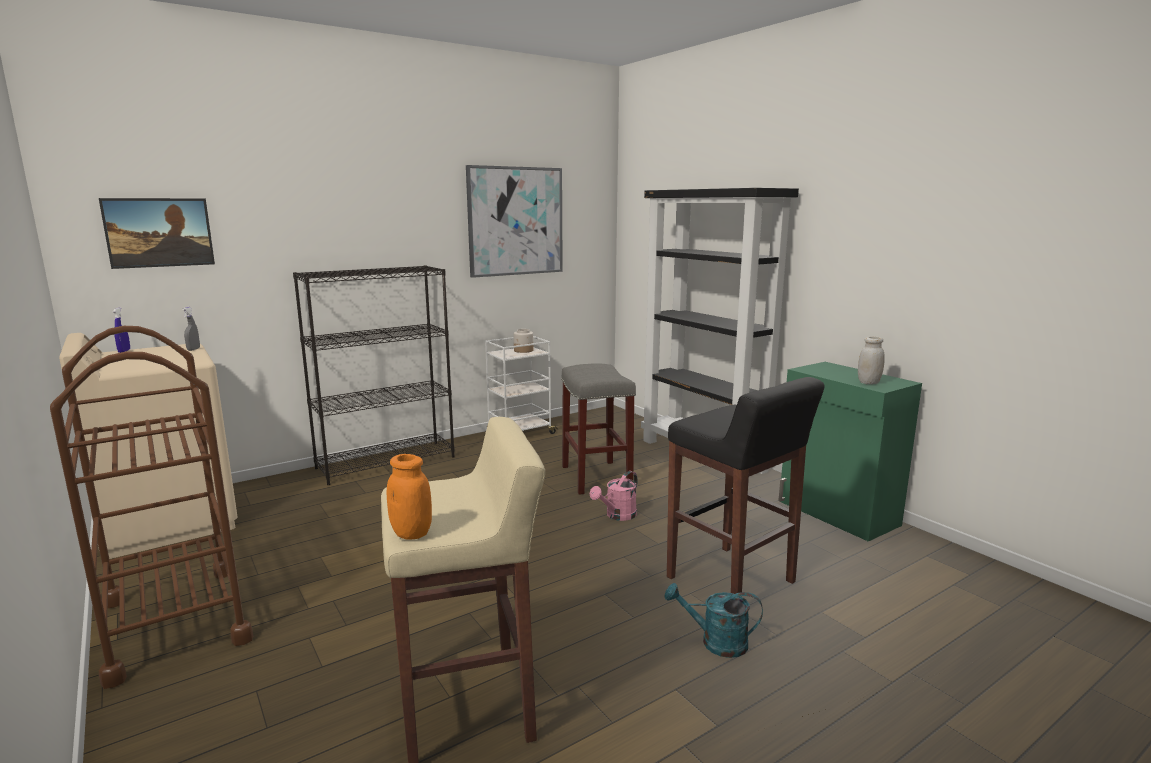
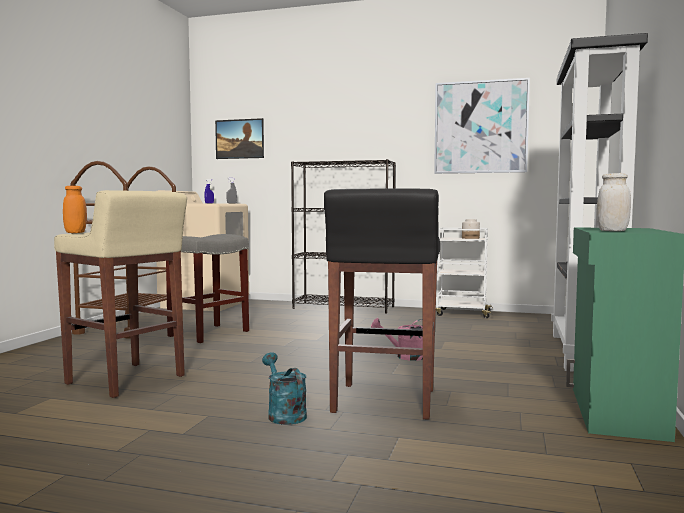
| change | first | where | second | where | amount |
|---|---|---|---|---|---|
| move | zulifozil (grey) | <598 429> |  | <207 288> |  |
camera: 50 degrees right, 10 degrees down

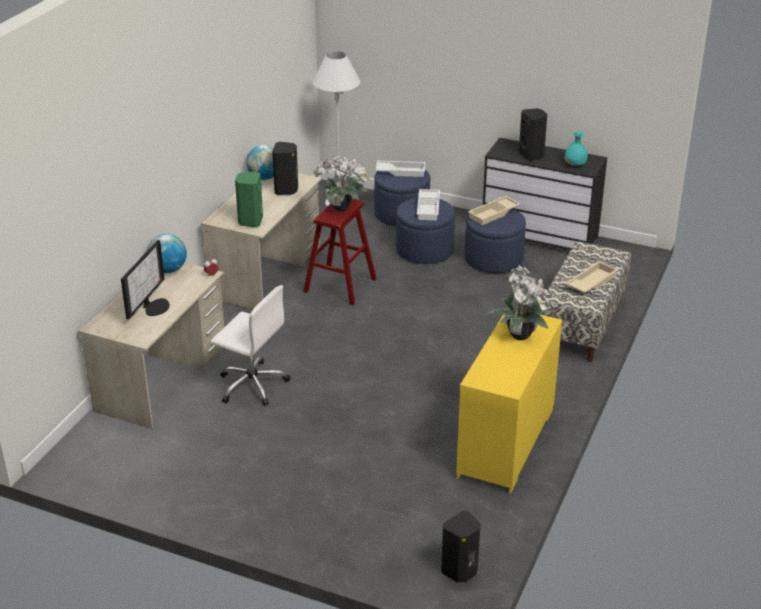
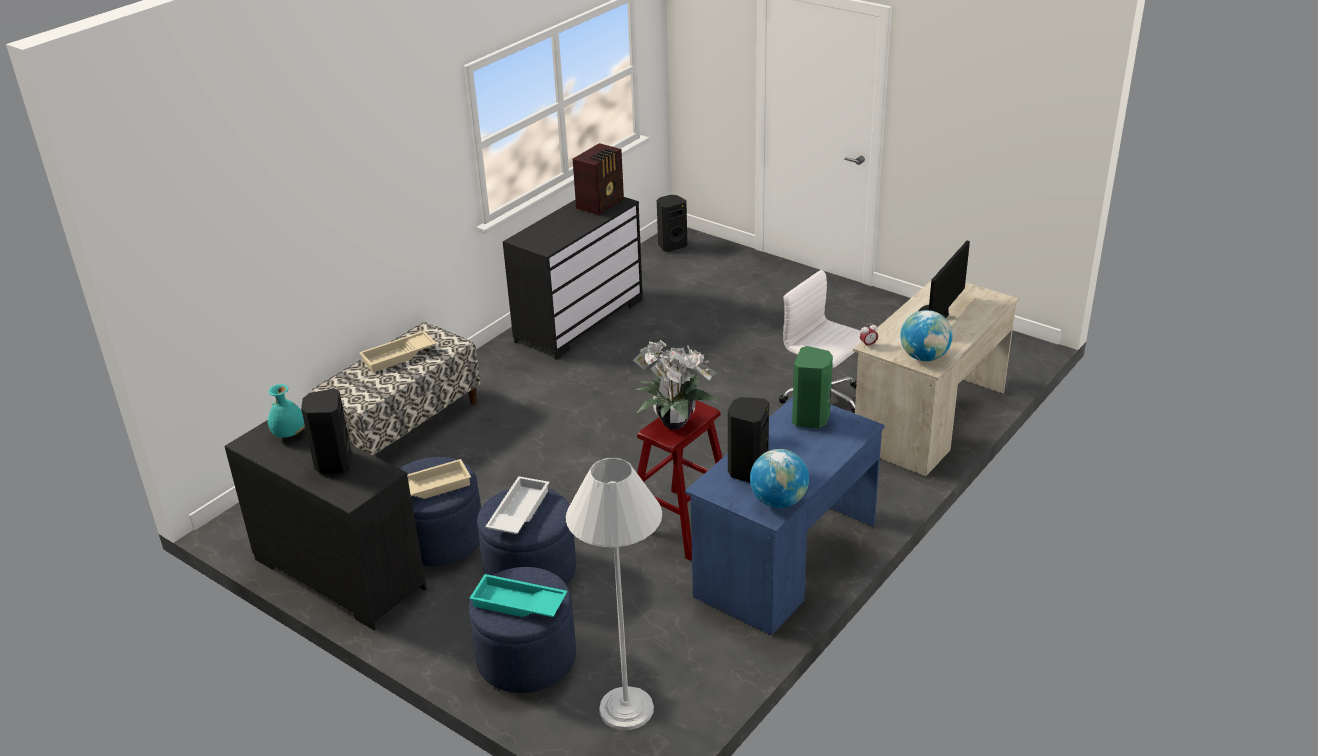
| change | first | where | second | where | amount |
|---|---|---|---|---|---|
| recolor | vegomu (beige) | <261 241> | vegomu (blue) | <785 516> |  |
| recolor | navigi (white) | <401 169> | navigi (turquoise) | <518 595> |  |
| recolor | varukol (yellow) | <509 403> | varukol (black) | <573 278> |  |
| delete | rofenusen | <520 303> |  |  |  |
| insert |  |  | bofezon | <598 179> |  |
camera: 165 degrees left, 0 degrees up

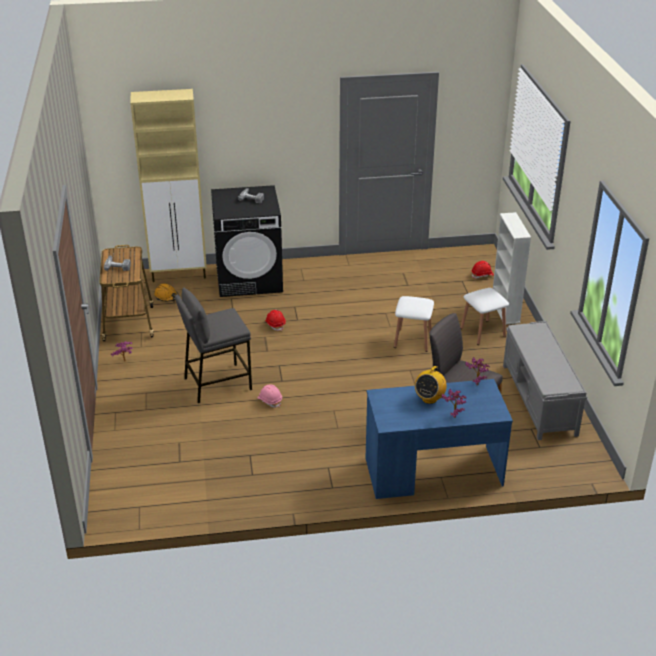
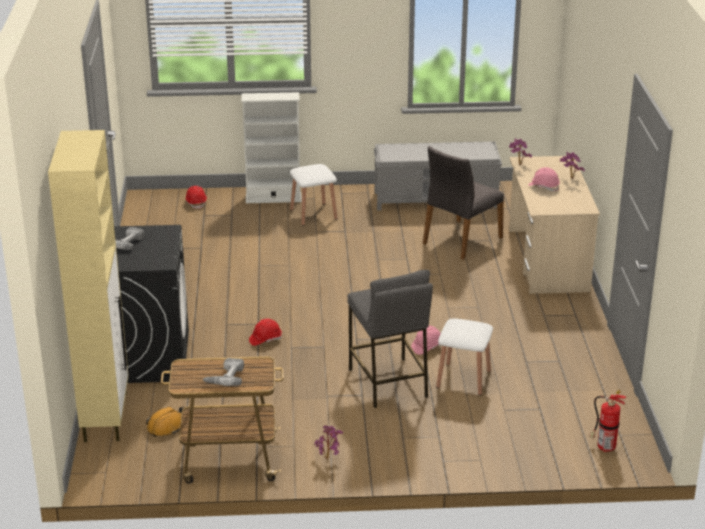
| change | first | where | second | where | amount |
|---|---|---|---|---|---|
| recolor | vegomu (blue) | <439 439> | vegomu (beige) | <554 225> |  |
| move | zulifozil (white) | <414 324> |  | <464 357> |  |
| replace | bofezon | <431 385> | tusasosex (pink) | <544 179> |  |
| insert |  |  | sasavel | <607 421> |  |
camera: 85 degrees left, 5 degrees down

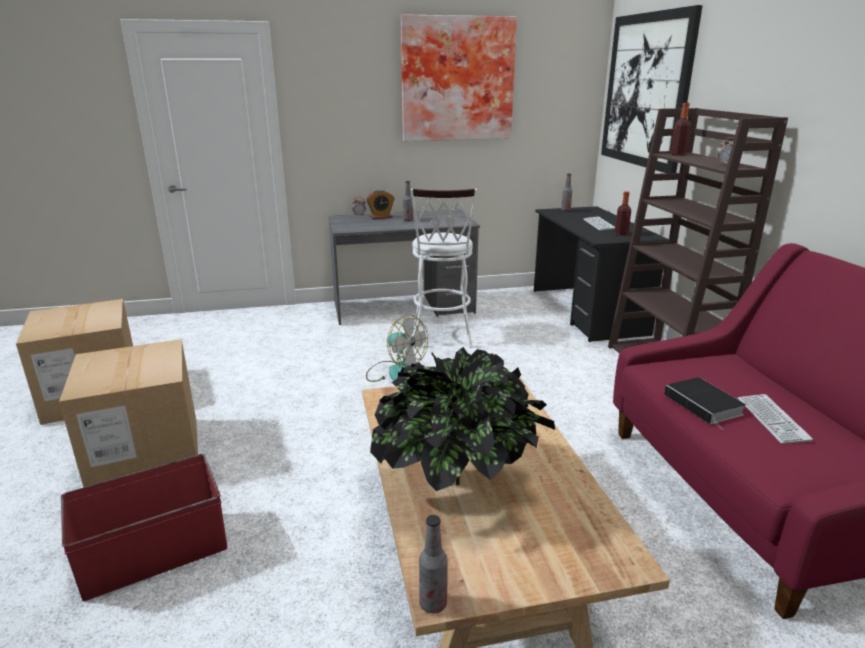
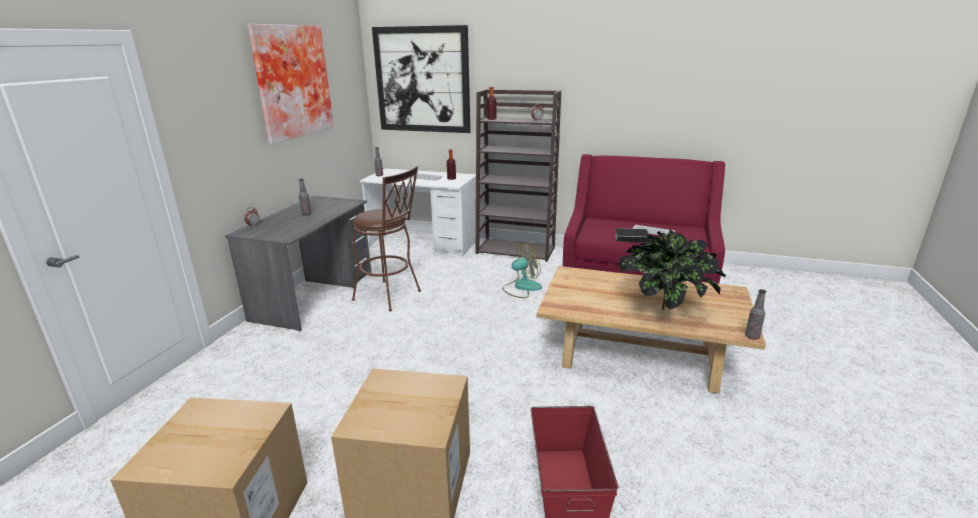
| change | first | where | second | where | amount |
|---|---|---|---|---|---|
| delete | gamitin | <380 204> |  |  |  |
| move | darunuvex | <397 348> |  | <522 270> |  |
| recolor | zulifozil (white) | <444 268> | zulifozil (brown) | <386 239> |  |
| recolor | vegomu (black) | <601 274> | vegomu (white) | <418 212> |  |
camera: 60 degrees left, 0 degrees up

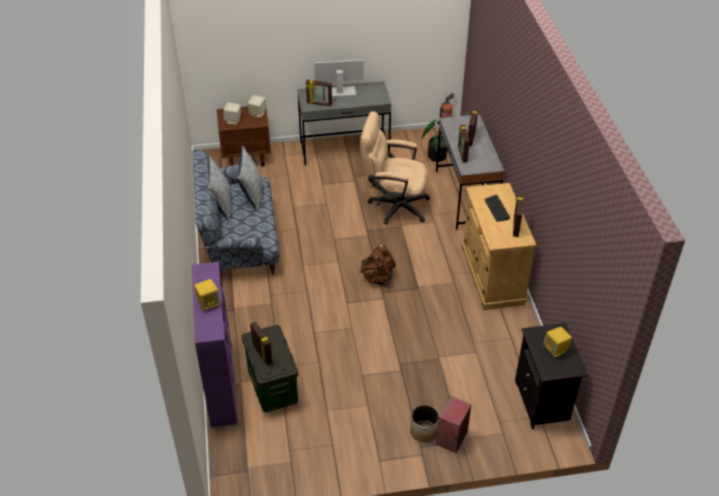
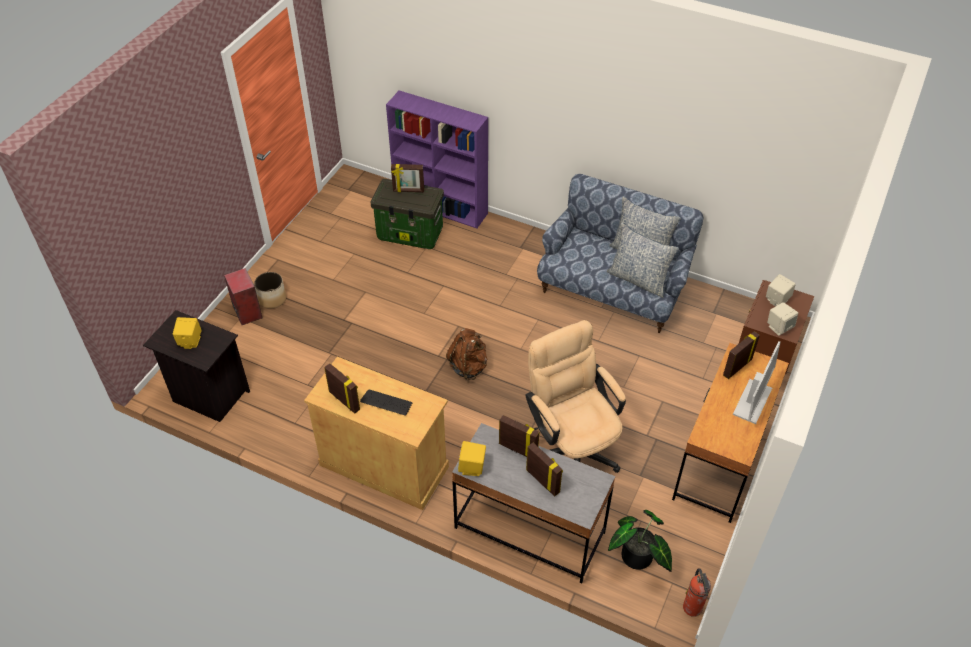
| change | first | where | second | where | amount |
|---|---|---|---|---|---|
| move | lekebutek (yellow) | <207 294> |  | <472 458> |  |
| recolor | vegomu (grey) | <344 123> | vegomu (brown) | <730 433> |  |
| rotate | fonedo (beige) | <395 167> |  | <575 396> | 75 degrees counterclockwise |
camera: 125 degrees right, 5 degrees up

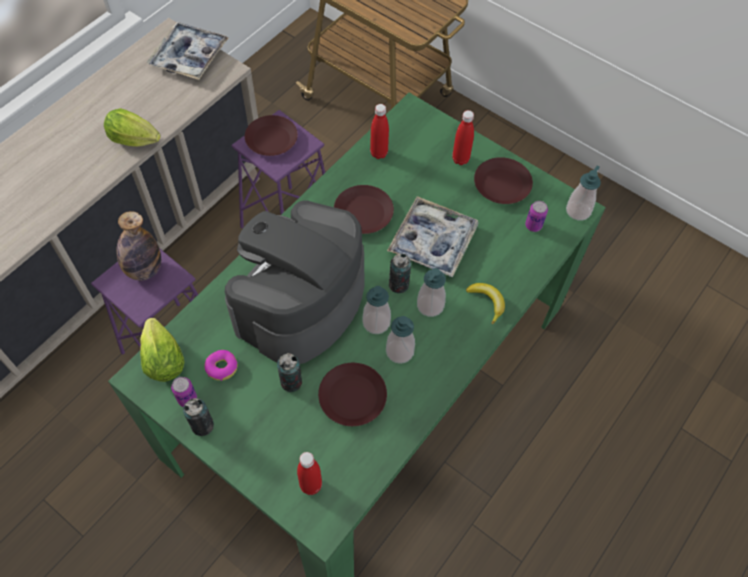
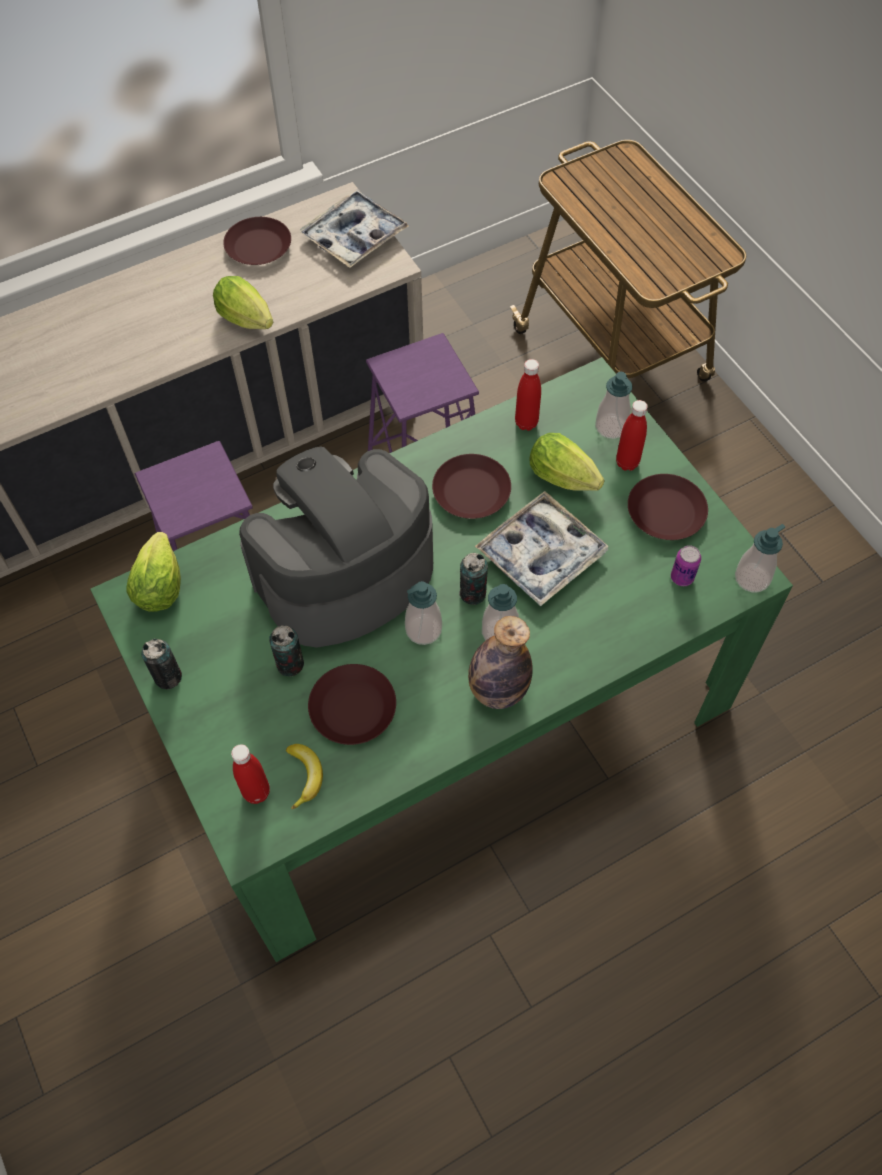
| change | first | where | second | where | amount |
|---|---|---|---|---|---|
| move | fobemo | <138 246> |  | <500 662> |  |
| delete | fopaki | <184 392> |  |  |  |
| delete | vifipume | <221 365> |  |  |  |
| move | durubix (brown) | <271 135> |  | <257 241> |  |
| move | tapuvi | <400 340> |  | <613 405> |  |
| move | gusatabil | <485 303> |  | <304 776> |  |
| insert |  |  | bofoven | <567 462> |  |
camera: 25 degrees right, 0 degrees up

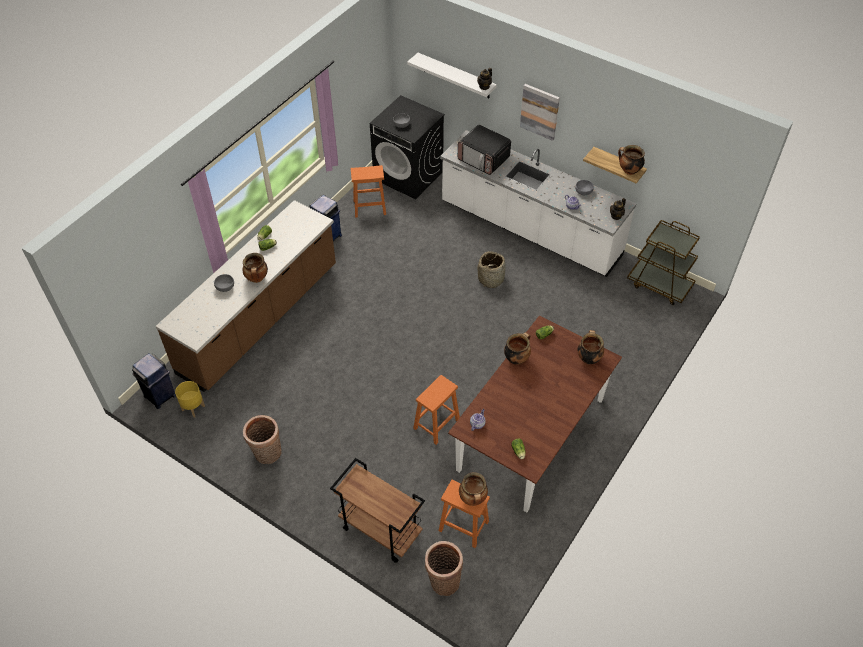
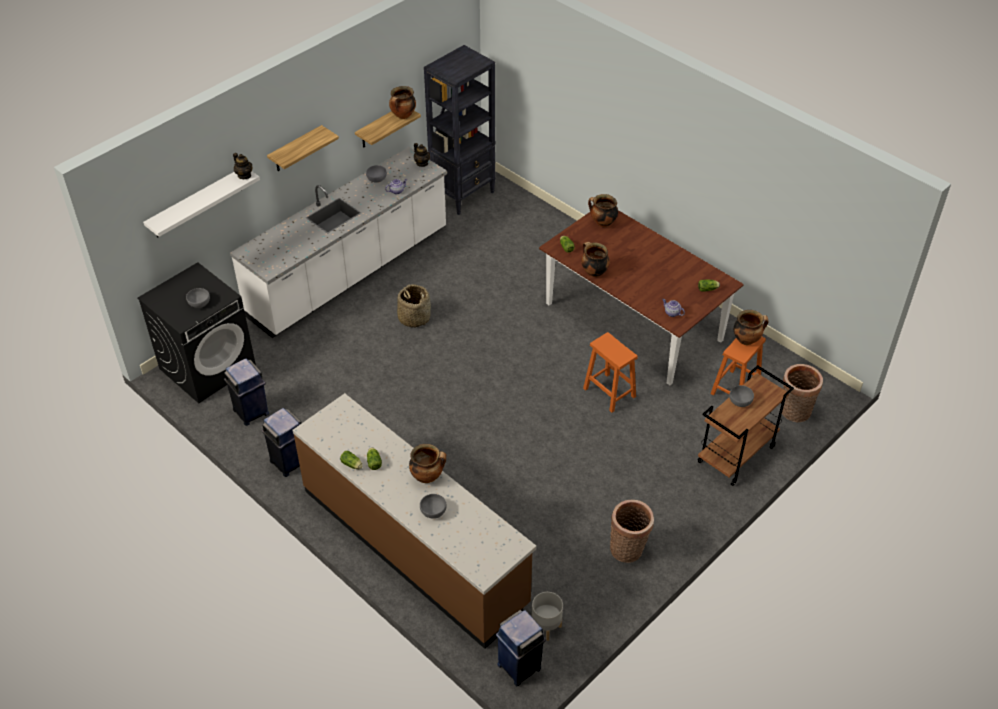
| change | first | where | second | where | amount |
|---|---|---|---|---|---|
| recolor | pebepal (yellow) | <190 399> | pebepal (grey) | <547 616> |  |
| replace | zulifozil (orange) | <368 191> | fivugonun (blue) | <246 392> |  |
| delete | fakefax | <484 150> |  |  |  |
| replace | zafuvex | <540 112> | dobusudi | <303 148> |  |
| replace | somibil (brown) | <663 262> | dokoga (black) | <460 130> |  |
| insert |  |  | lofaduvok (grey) | <741 396> |  |
camera: 80 degrees left, 5 degrees down

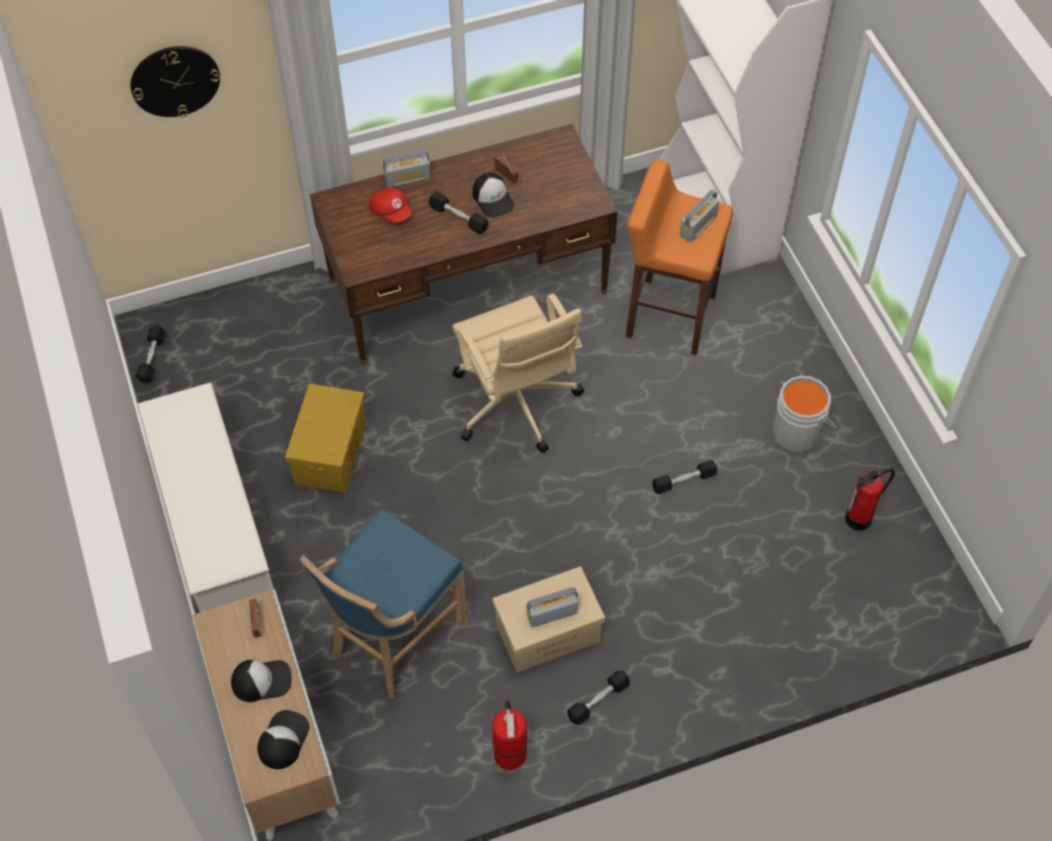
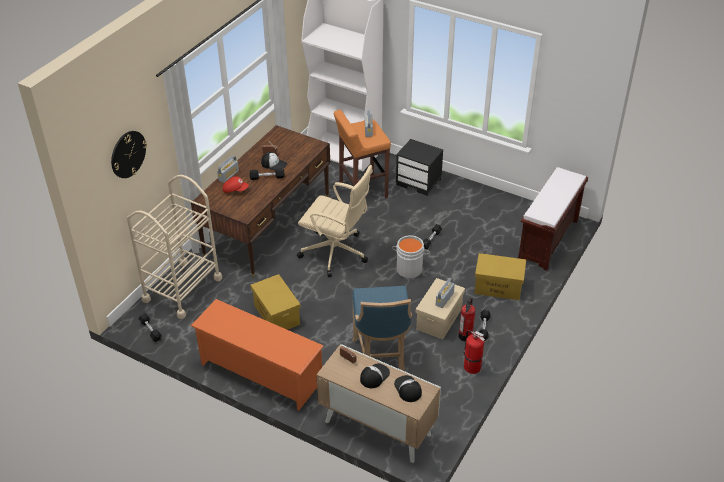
| change | first | where | second | where | amount |
|---|---|---|---|---|---|
| recolor | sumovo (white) | <205 497> | sumovo (orange) | <257 355> |  |
| move | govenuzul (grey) | <804 414> |  | <411 256> |  |
| move | sasavel | <870 499> |  | <466 320> |  |
| insert |  |  | somibil (beige) | <174 247> |  |
| insert |  |  | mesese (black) | <419 167> |  |
| insert |  |  | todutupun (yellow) | <500 276> |  |
| insert |  |  | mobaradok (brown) | <553 219> |  |
camera: 40 degrees left, 15 degrees down

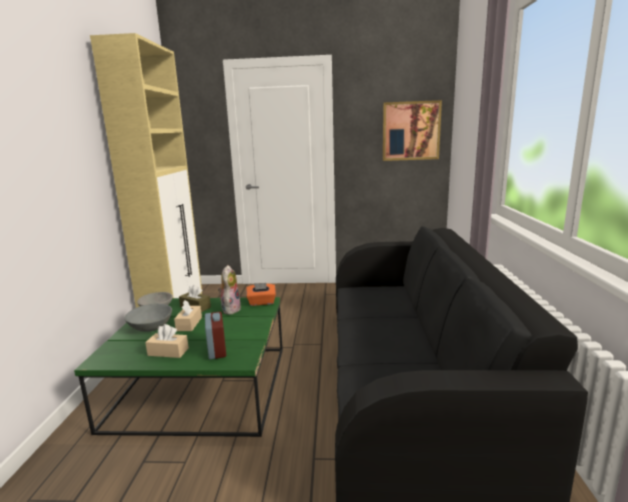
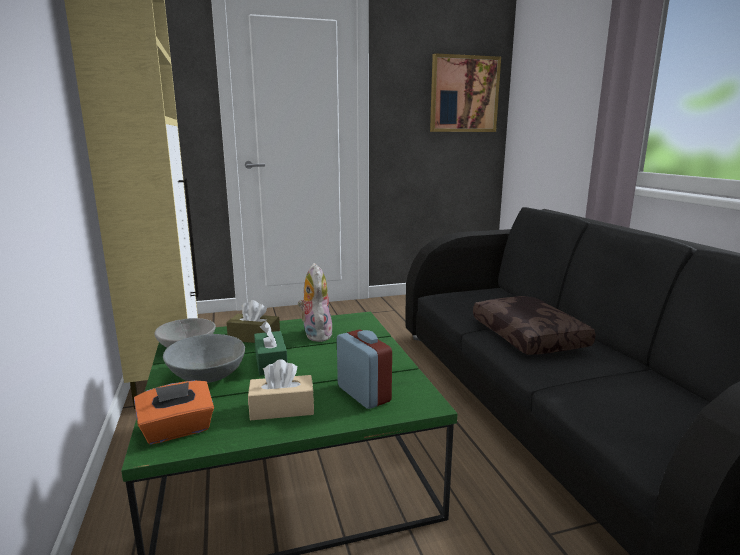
| change | first | where | second | where | amount |
|---|---|---|---|---|---|
| recolor | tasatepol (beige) | <188 315> | tasatepol (green) | <271 348> |  |
| move | tasatepol (orange) | <261 294> |  | <174 413> |  |
| insert |  |  | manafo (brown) | <534 325> |  |
camera: 20 degrees left, 0 degrees up

